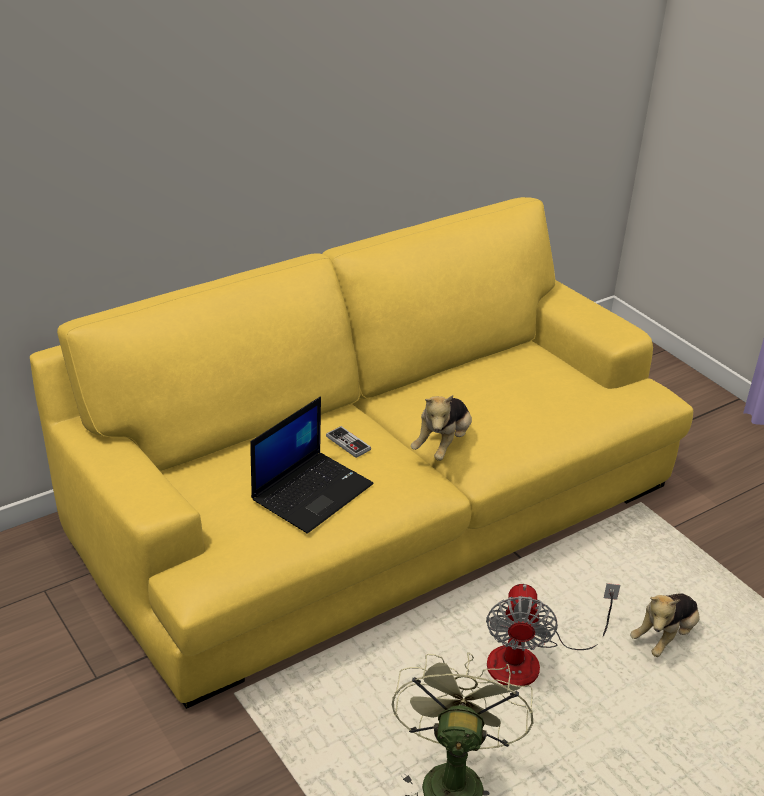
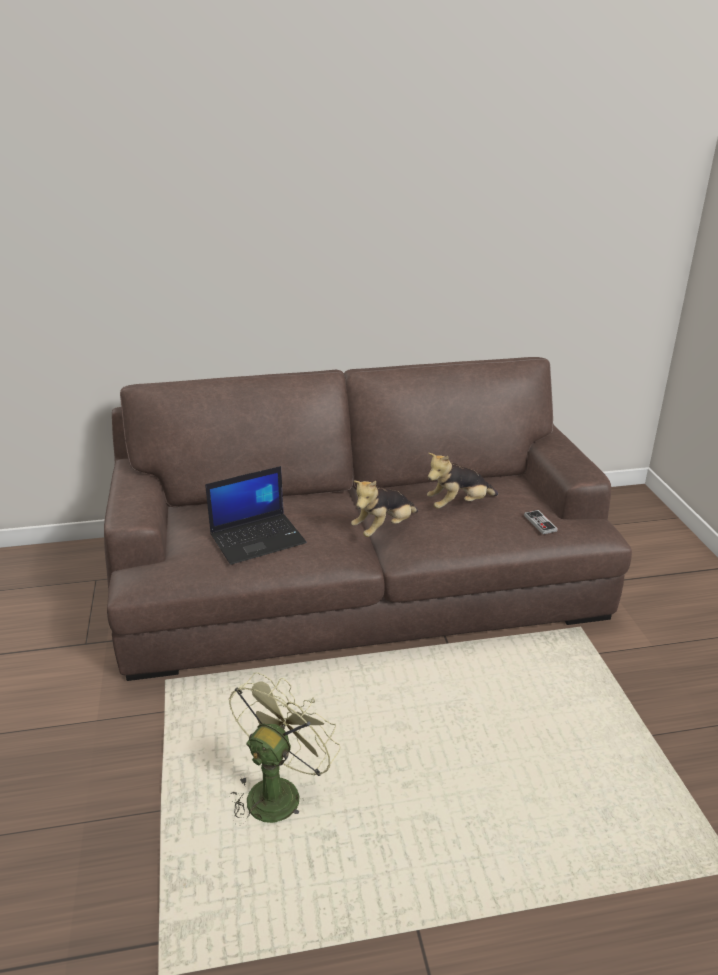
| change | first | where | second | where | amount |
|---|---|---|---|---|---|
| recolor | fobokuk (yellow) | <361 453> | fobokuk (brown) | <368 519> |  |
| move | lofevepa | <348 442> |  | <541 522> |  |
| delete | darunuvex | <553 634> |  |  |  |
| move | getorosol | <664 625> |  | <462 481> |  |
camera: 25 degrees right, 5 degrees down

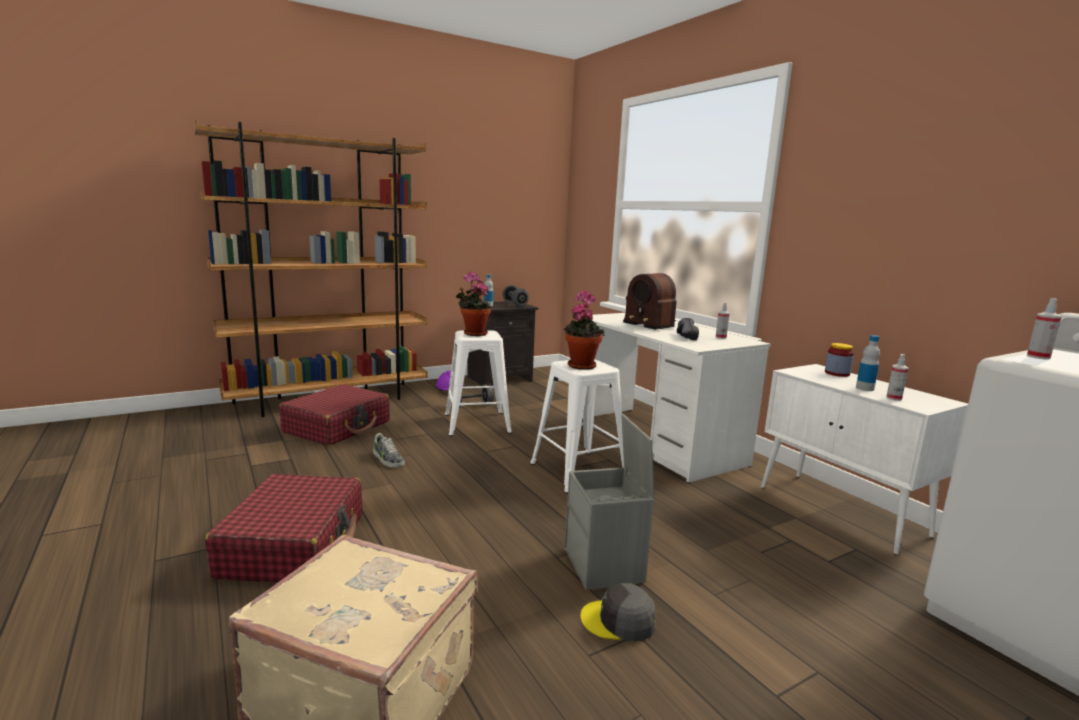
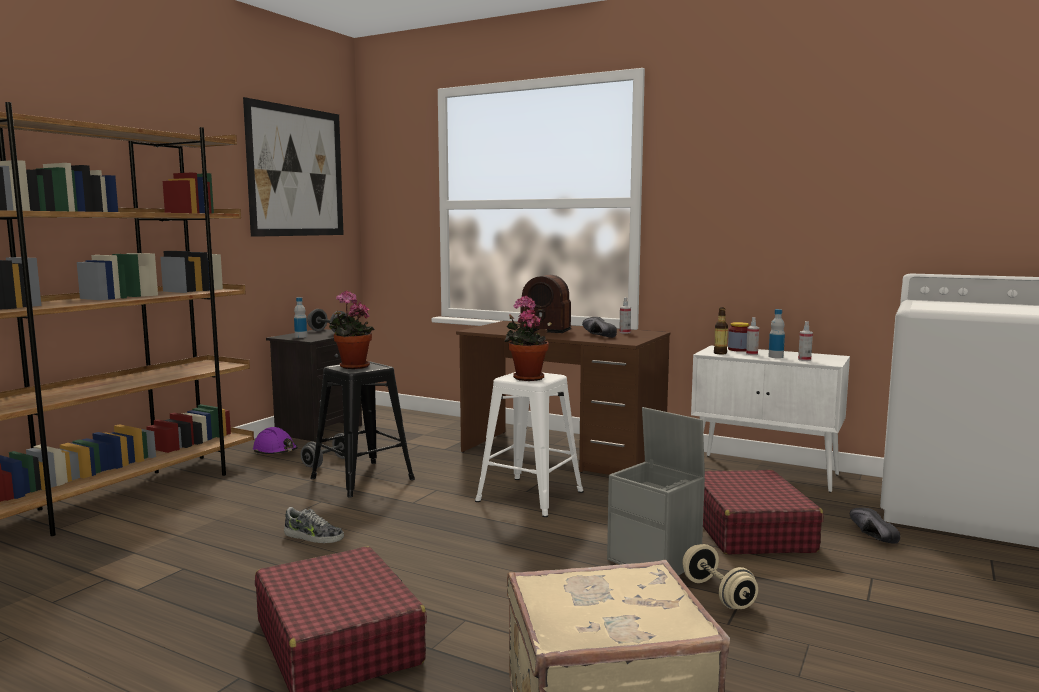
| change | first | where | second | where | amount |
|---|---|---|---|---|---|
| move | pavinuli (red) | <334 415> |  | <763 512> |  |
| recolor | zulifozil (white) | <478 383> | zulifozil (black) | <362 429> |  |
| replace | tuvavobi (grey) | <618 612> | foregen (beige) | <720 576> |  |
| recolor | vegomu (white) | <681 398> | vegomu (brown) | <563 398> |  |
| move | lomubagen | <1044 329> |  | <752 336> |  |
| insert |  |  | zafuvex | <293 167> |  |
| insert |  |  | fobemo | <721 330> |  |
| insert |  |  | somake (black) | <875 526> |  |
camera: 30 degrees left, 5 degrees down

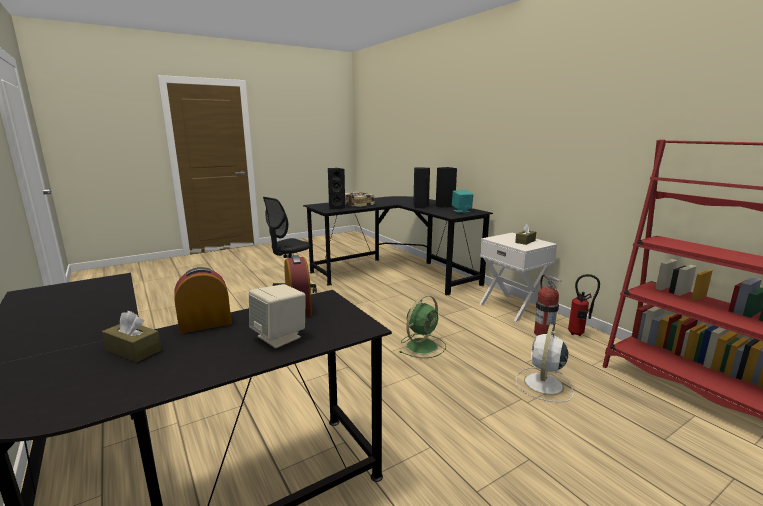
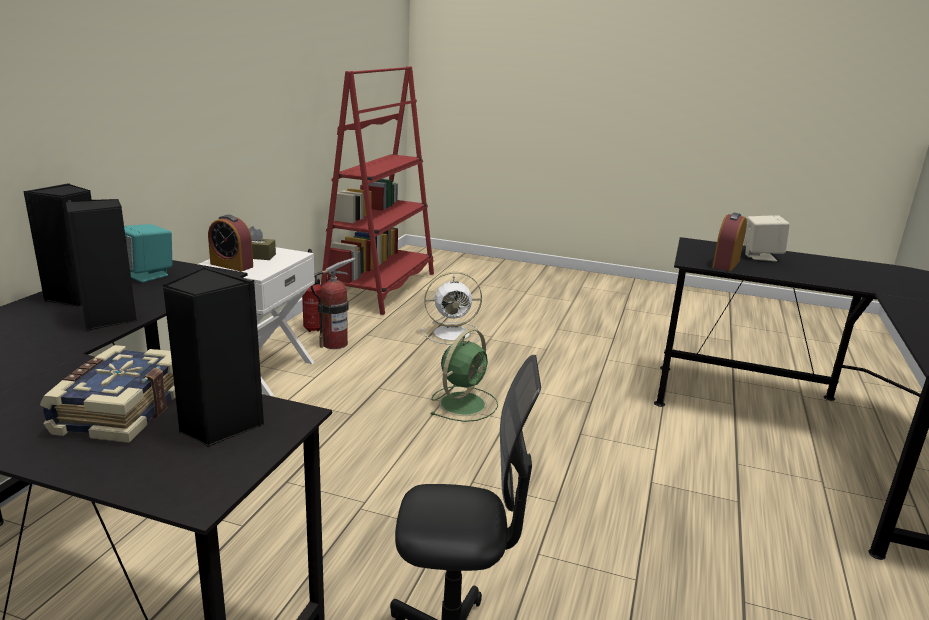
| change | first | where | second | where | amount |
|---|---|---|---|---|---|
| delete | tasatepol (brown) | <132 336> |  |  |  |
| move | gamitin | <203 300> |  | <230 243> |  |
| rotate | darunuvex (green) | <422 326> |  | <464 375> | 120 degrees clockwise |
camera: 130 degrees left, 5 degrees up

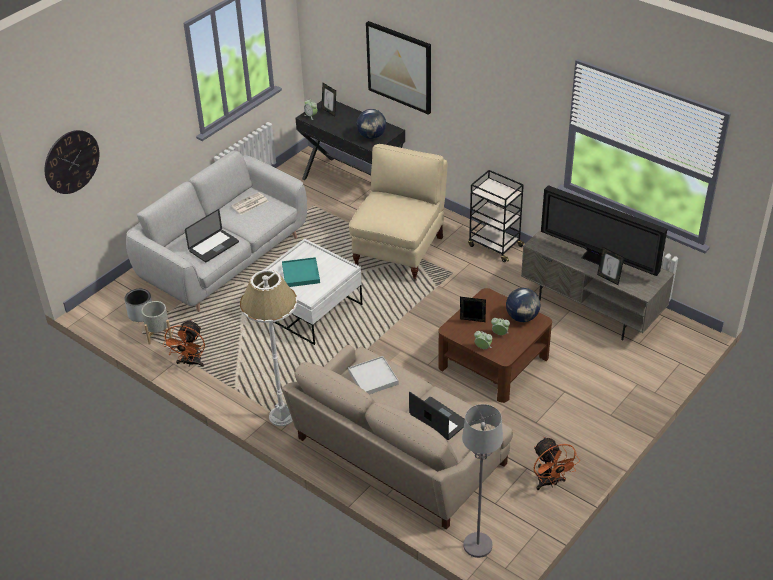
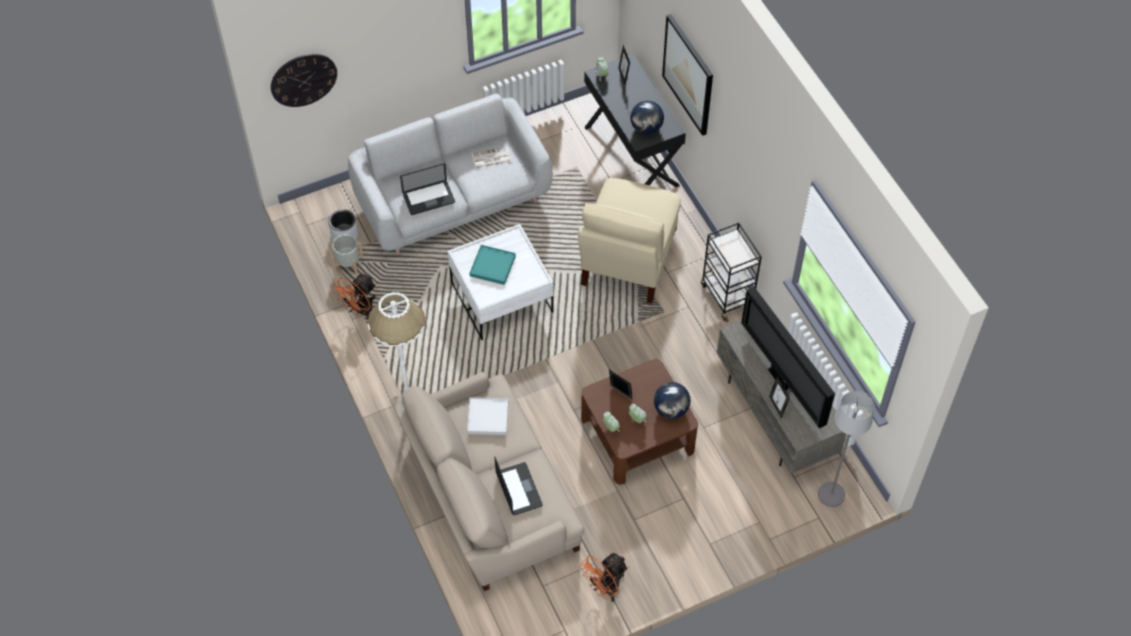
| change | first | where | second | where | amount |
|---|---|---|---|---|---|
| rotate | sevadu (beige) | <398 212> |  | <629 240> | 150 degrees clockwise |
| move | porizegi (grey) | <482 481> |  | <846 449> |  |
| rotate | darunuvex (orange) | <557 463> |  | <603 577> | 45 degrees clockwise |
camera: 25 degrees right, 15 degrees up

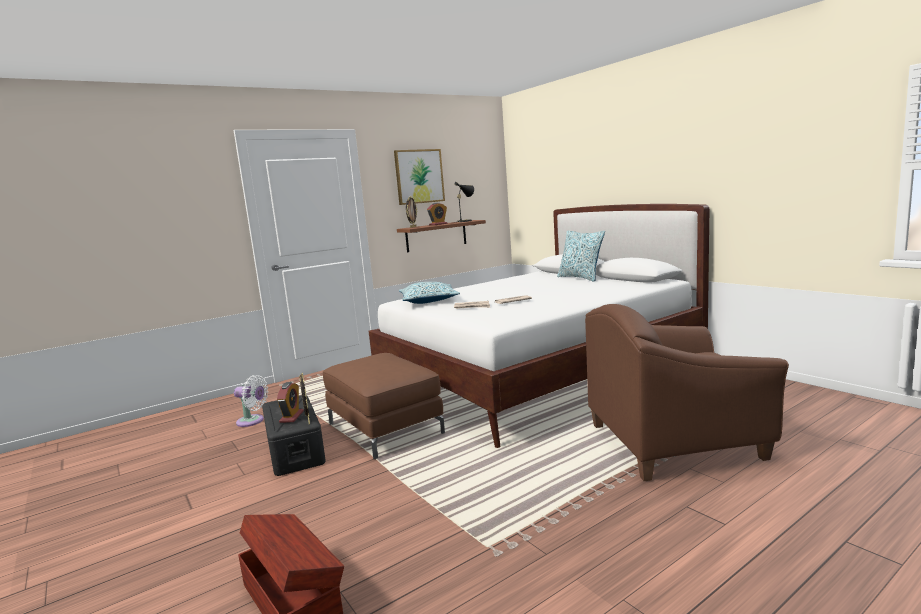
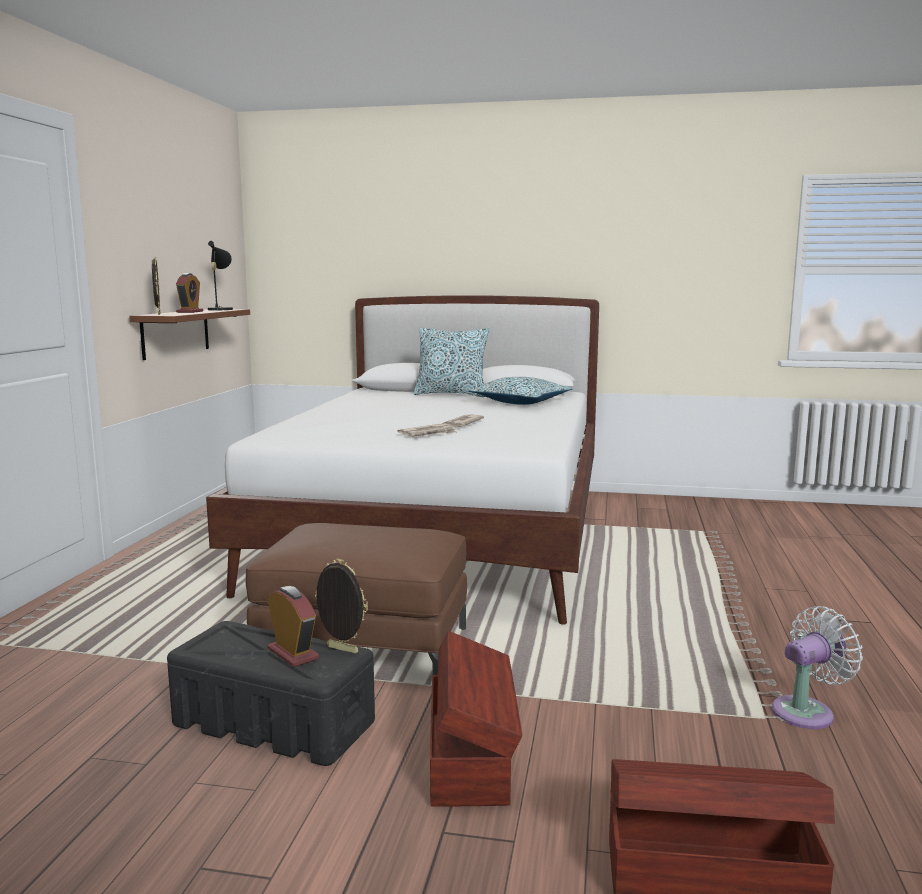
| change | first | where | second | where | amount |
|---|---|---|---|---|---|
| move | darunuvex (white) | <251 401> |  | <817 667> |  |
| delete | zafuvex | <419 177> |  |  |  |
| move | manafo | <429 293> |  | <520 391> |  |
| delete | sevadu (brown) | <687 392> |  |  |  |
| insert |  |  | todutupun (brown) | <476 719> |  |
camera: 45 degrees left, 0 degrees up

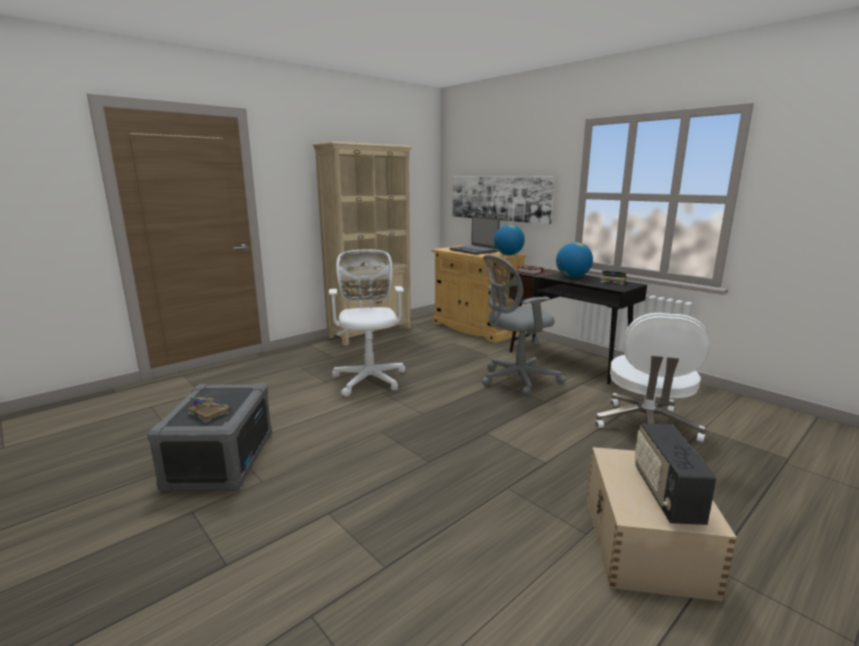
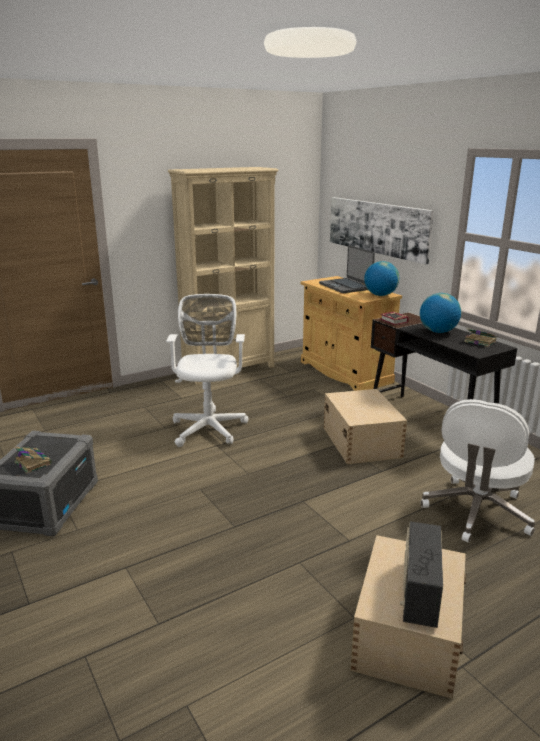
| change | first | where | second | where | amount |
|---|---|---|---|---|---|
| replace | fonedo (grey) | <524 325> | todutupun (beige) | <365 426> |  |
camera: 10 degrees right, 5 degrees up

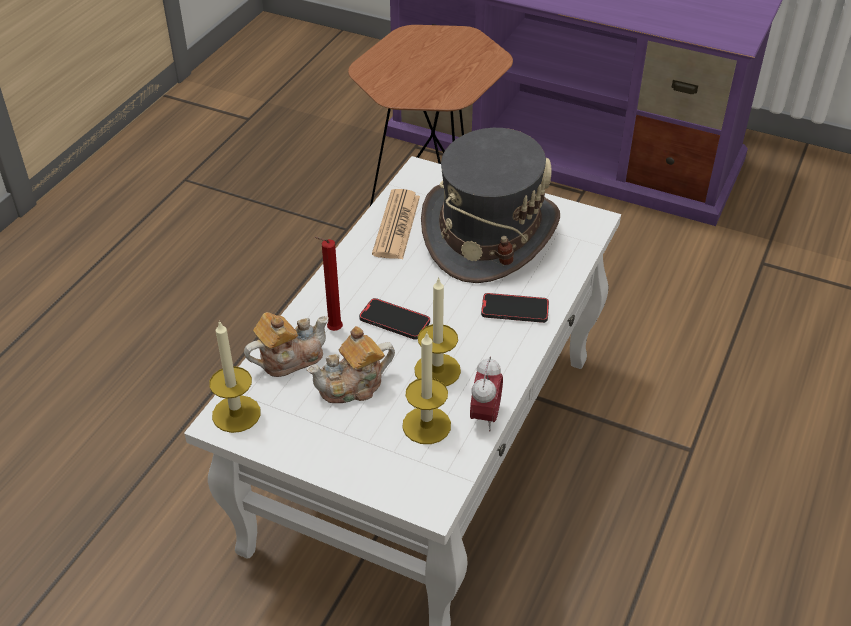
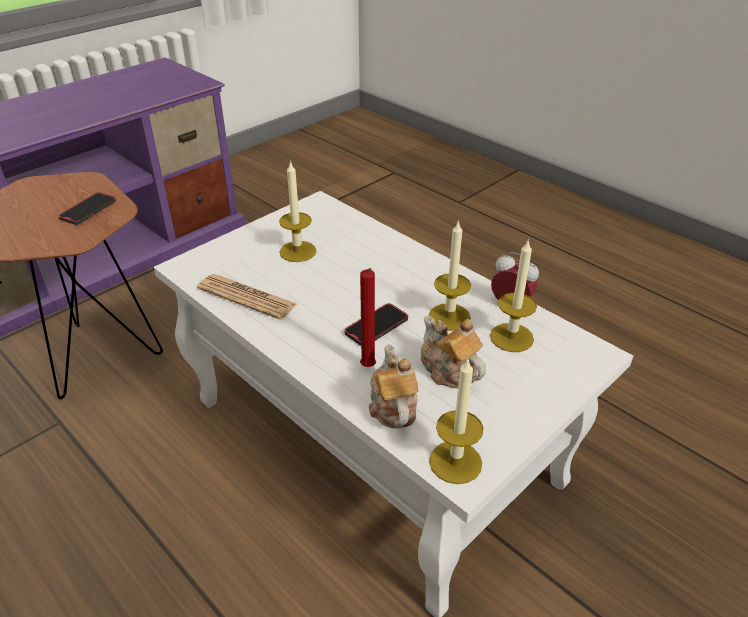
| change | first | where | second | where | amount |
|---|---|---|---|---|---|
| rotate | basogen | <351 364> |  | <453 352> | 150 degrees clockwise |
| replace | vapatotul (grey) | <490 205> | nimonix | <297 211> |  |
| move | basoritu | <515 308> |  | <87 208> |  |
camera: 70 degrees left, 5 degrees down

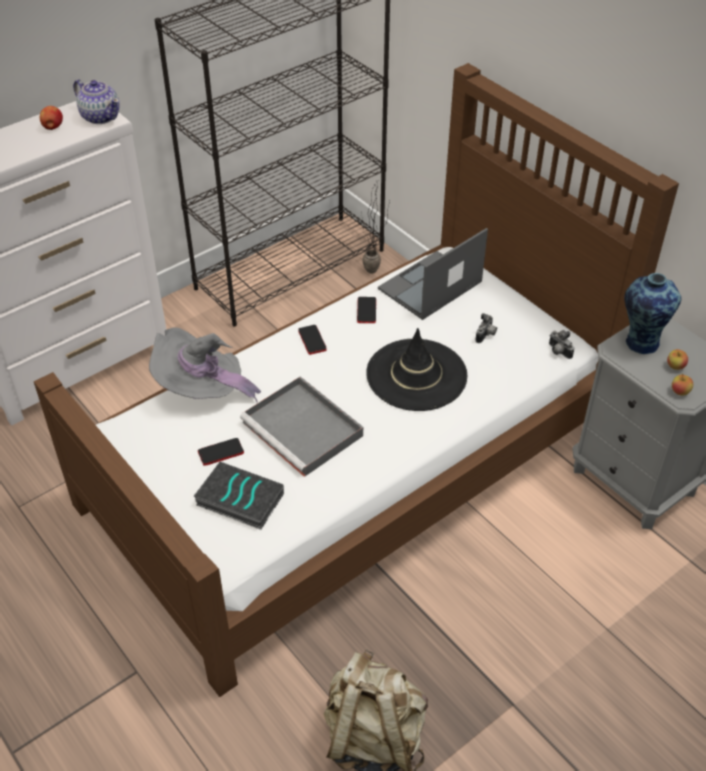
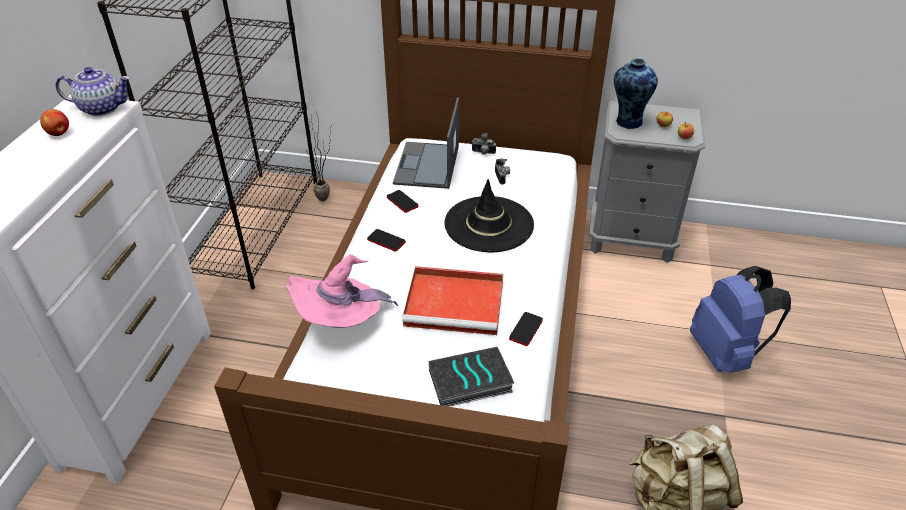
| change | first | where | second | where | amount |
|---|---|---|---|---|---|
| recolor | vapatotul (grey) | <205 364> | vapatotul (pink) | <341 291> |  |
| move | basoritu | <221 452> |  | <526 329> |  |
| recolor | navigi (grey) | <301 426> | navigi (red) | <452 300> |  |
| move | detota | <561 344> |  | <484 144> |  |
| insert |  |  | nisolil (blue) | <740 319> |  |
camera: 40 degrees left, 5 degrees down

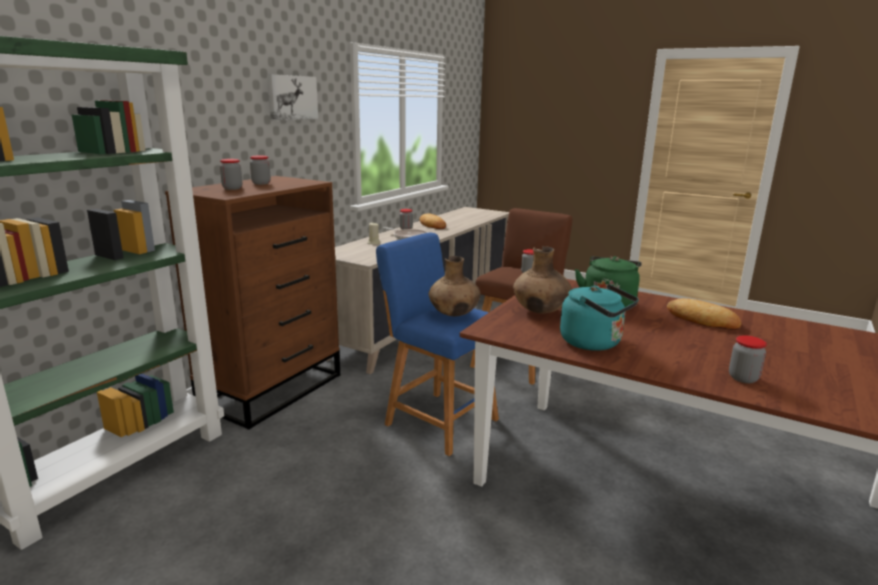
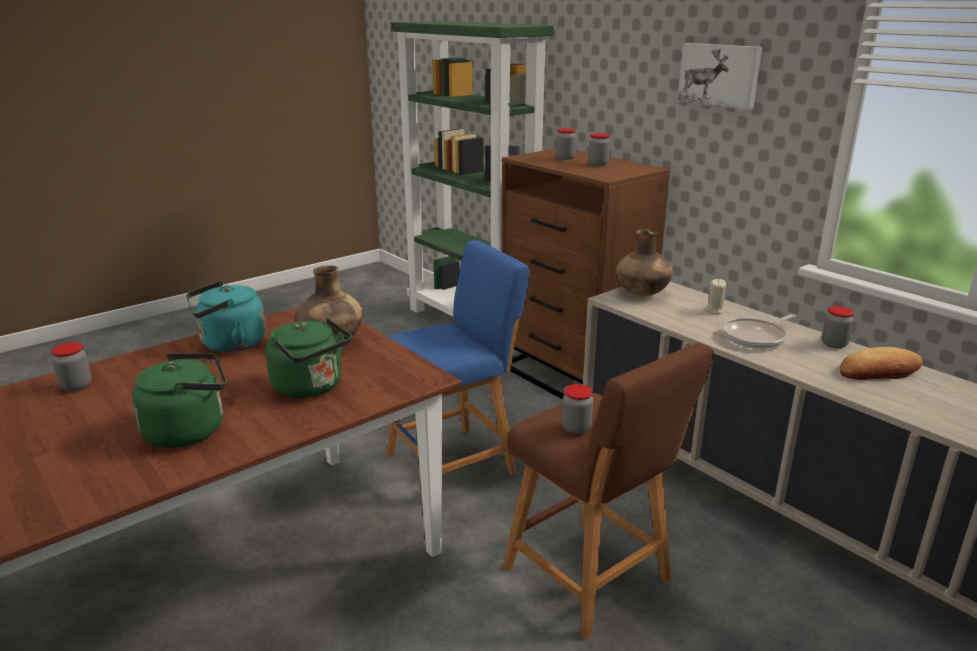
| change | first | where | second | where | amount |
|---|---|---|---|---|---|
| move | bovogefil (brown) | <455 286> |  | <644 262> |  |
| replace | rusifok | <704 314> | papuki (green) | <179 400> |  |
camera: 110 degrees right, 5 degrees up

